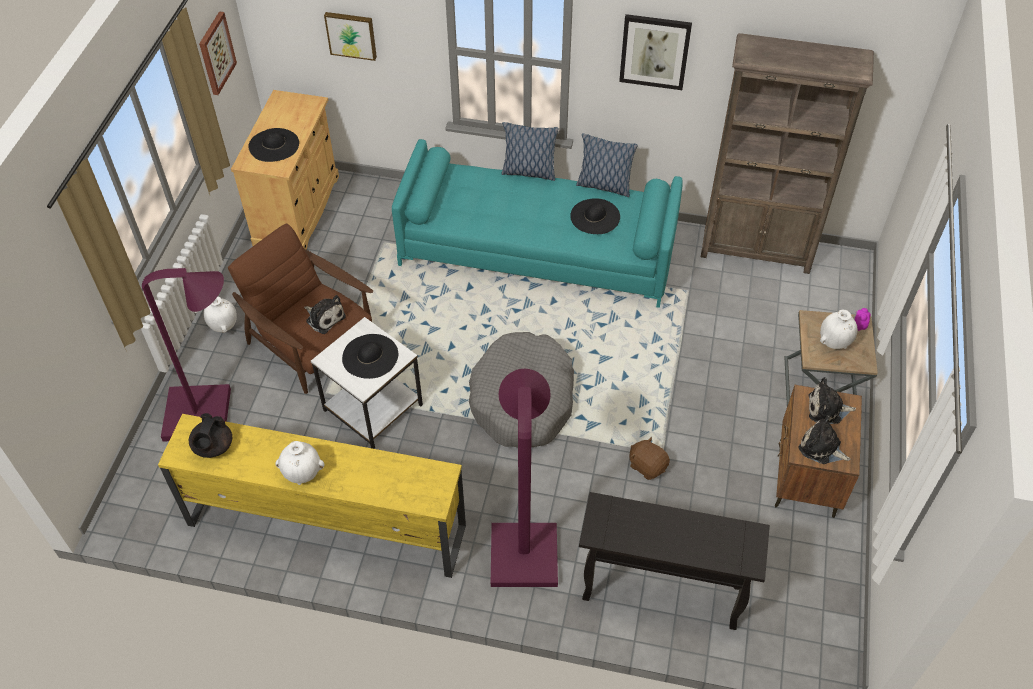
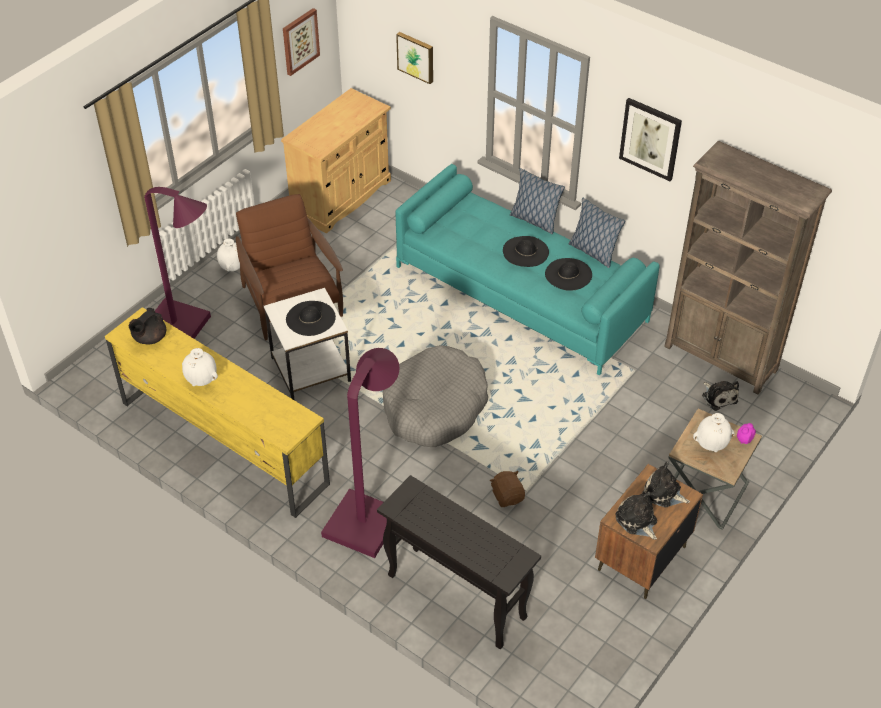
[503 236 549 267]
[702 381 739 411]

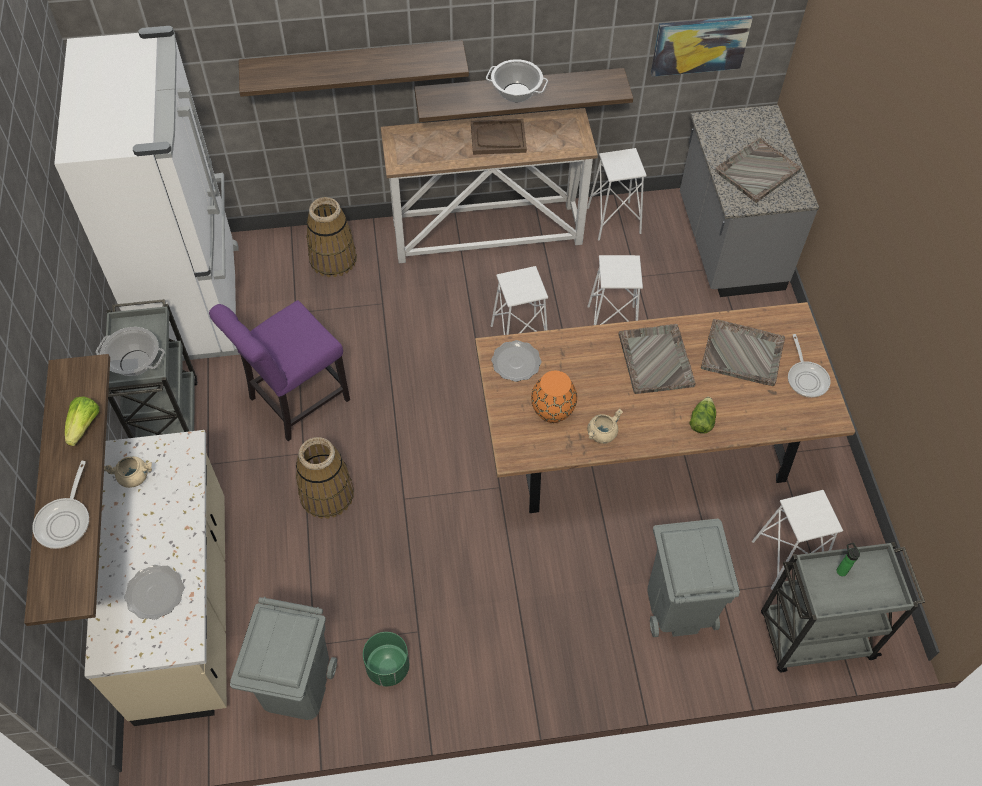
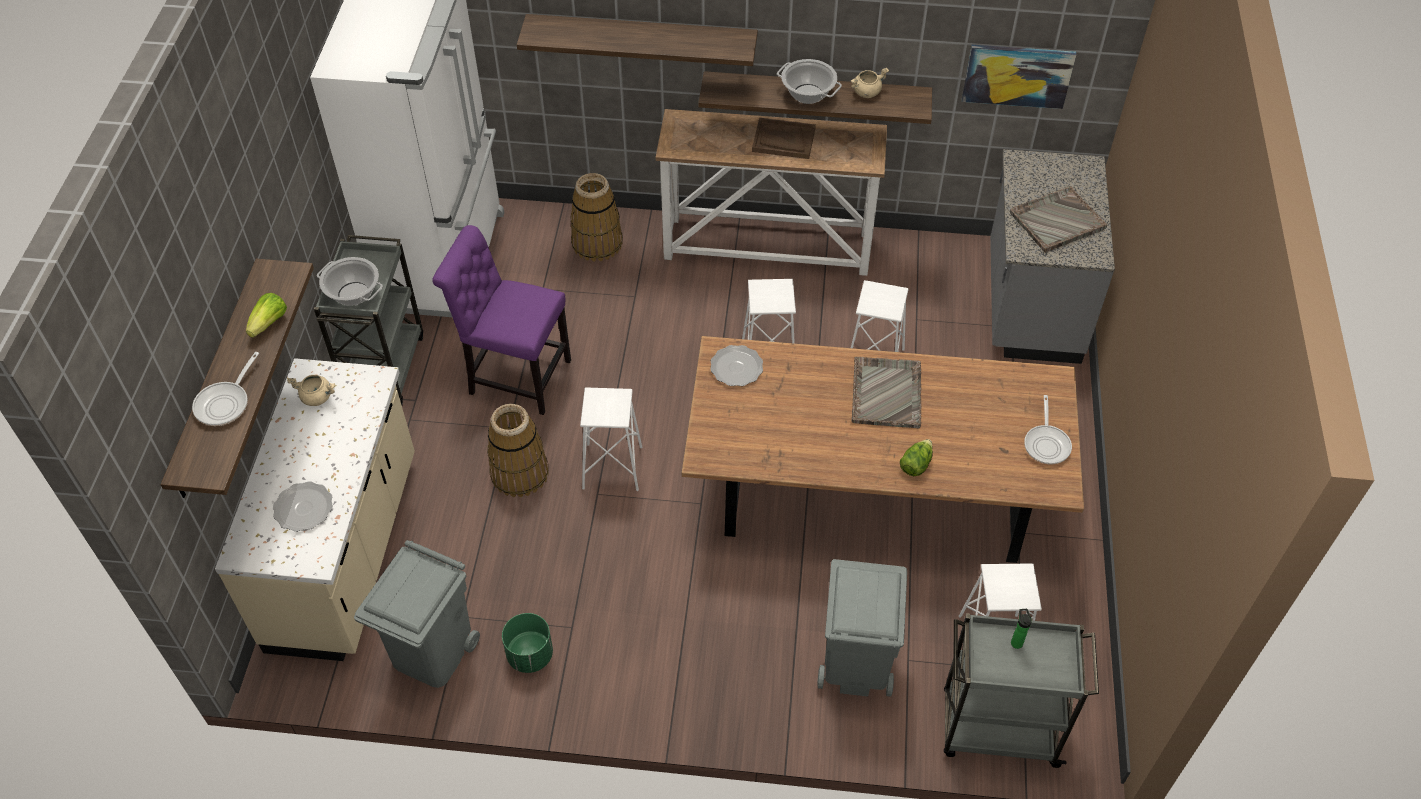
[432 225 571 415]
[580 387 642 491]
[851 67 889 98]
[531 371 577 423] (first image)
[701 319 785 386] (first image)

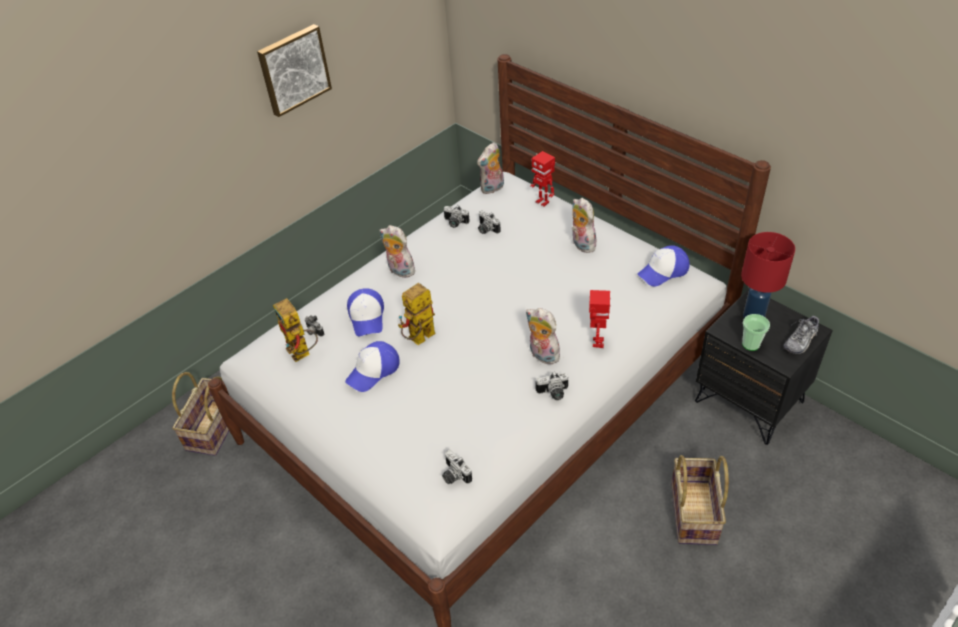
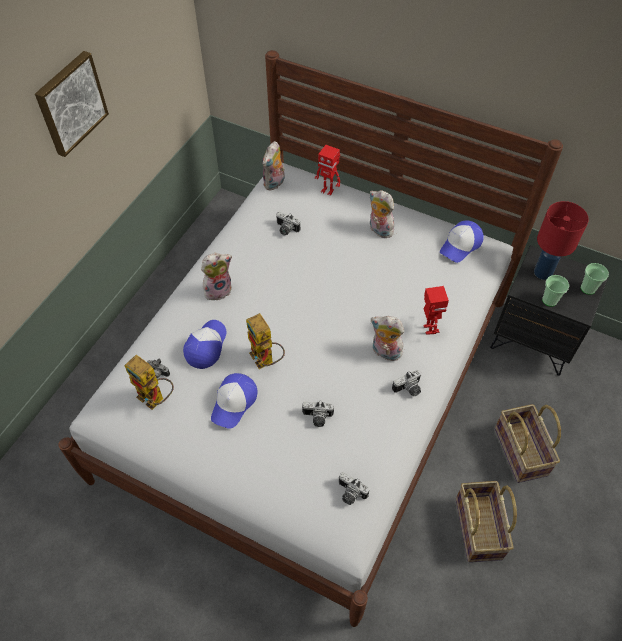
[183 320 226 369]
[201 253 232 300]
[246 313 285 369]
[302 400 334 427]
[456 481 517 562]
[581 263 609 295]

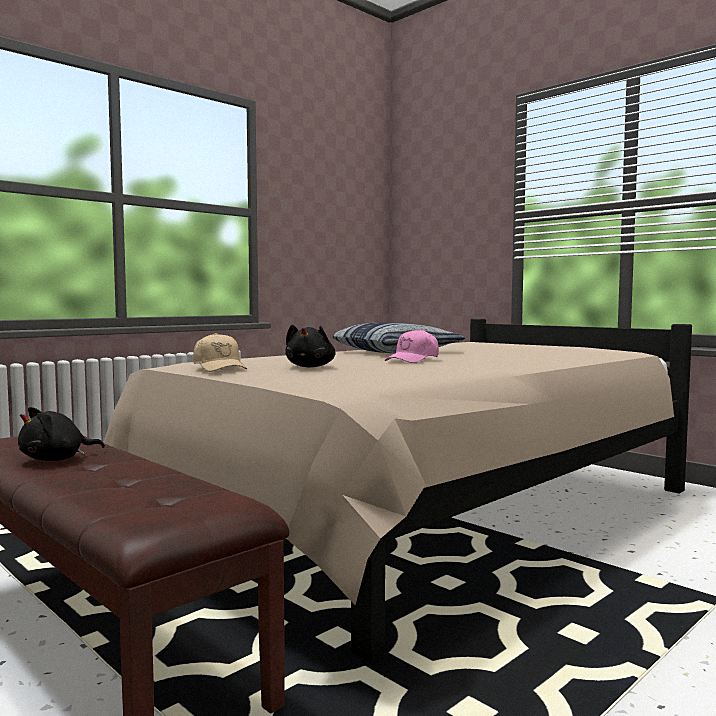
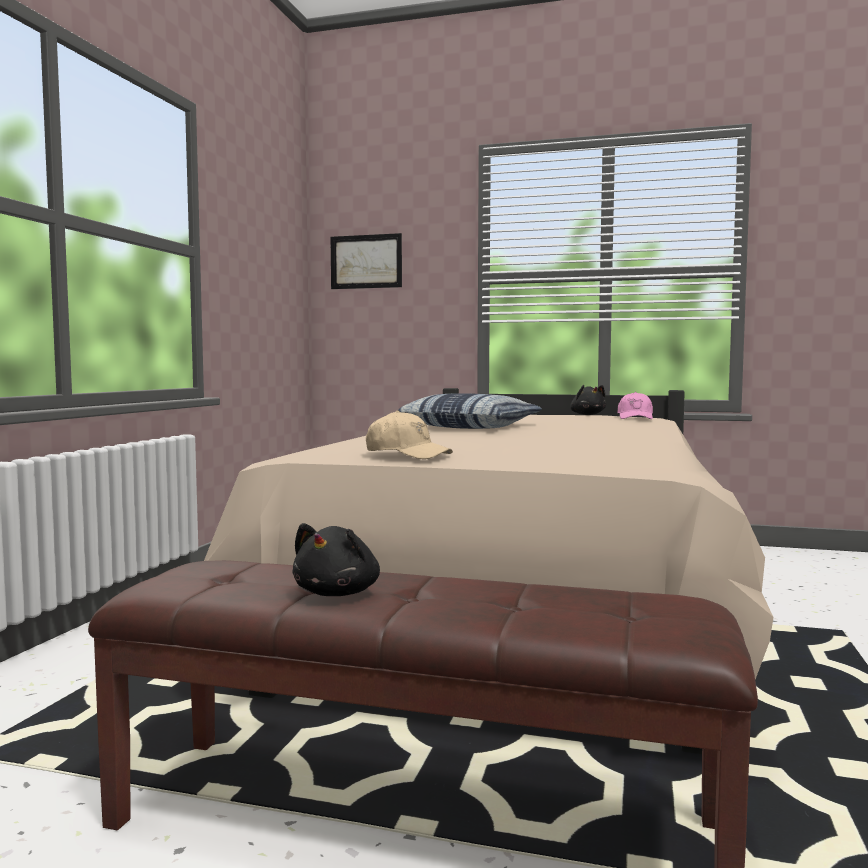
[331 233 402 289]
[570 385 606 415]
[617 392 653 419]

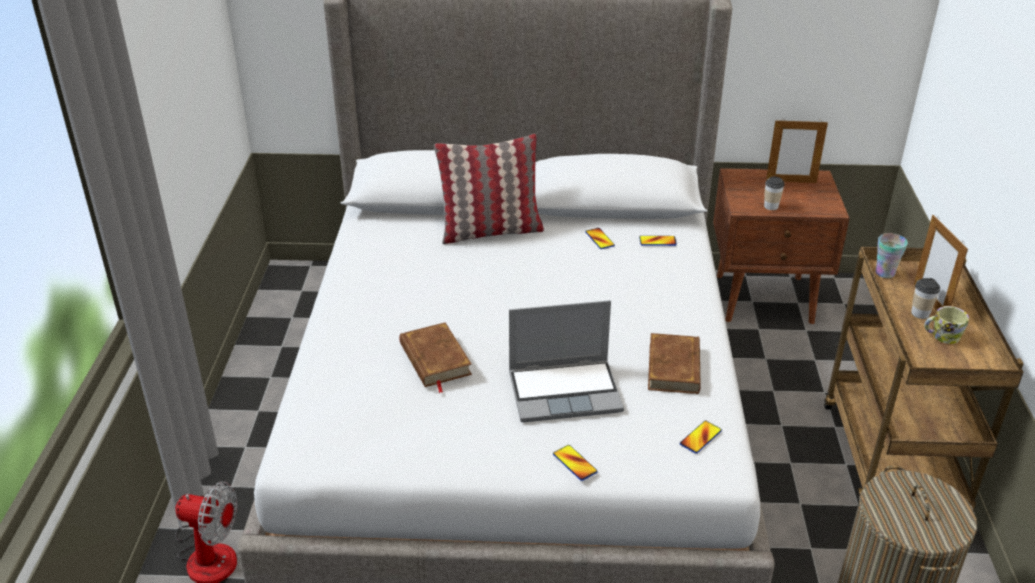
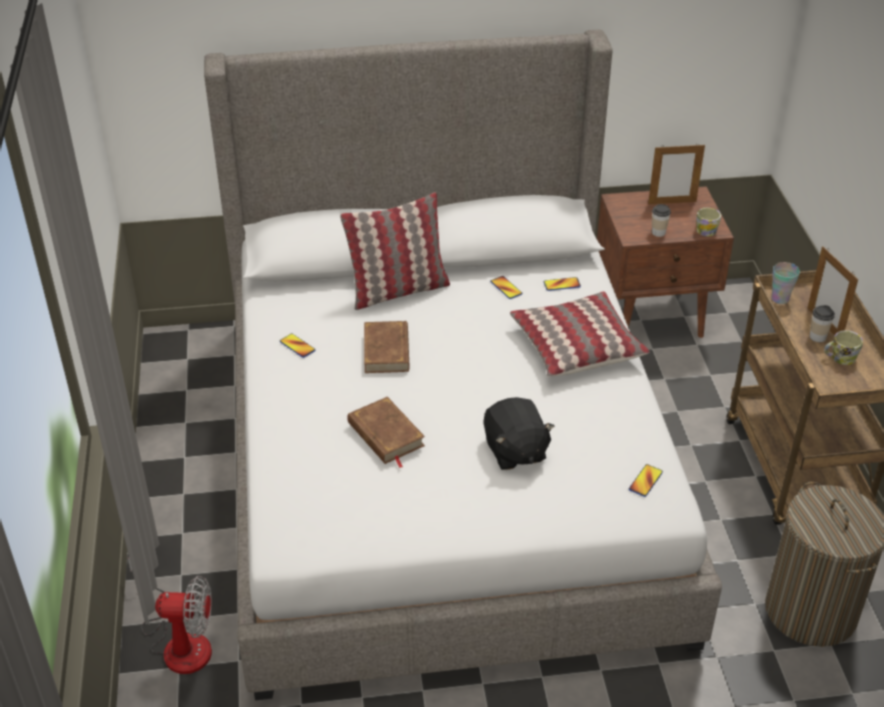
[280 333 315 358]
[364 321 409 373]
[483 397 555 470]
[510 291 649 377]
[696 208 721 236]

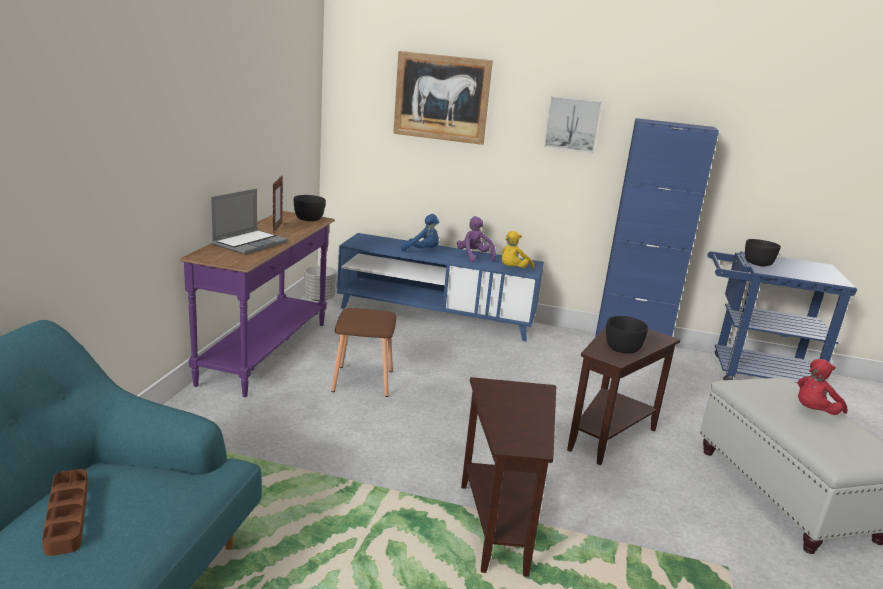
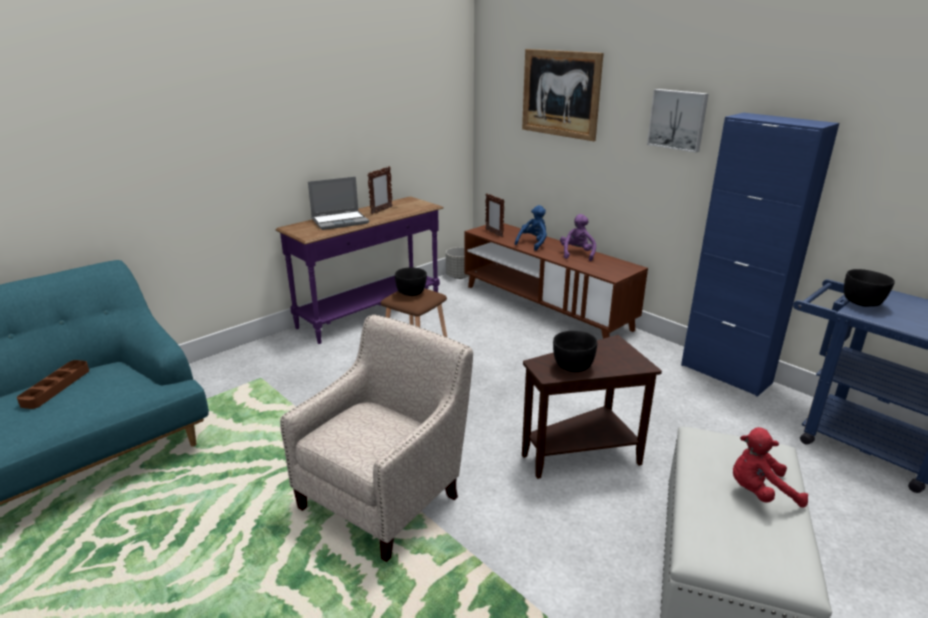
[280 314 473 562]
[395 267 427 296]
[464 223 648 339]
[486 193 505 238]
[515 205 547 251]
[501 231 534 269] (first image)

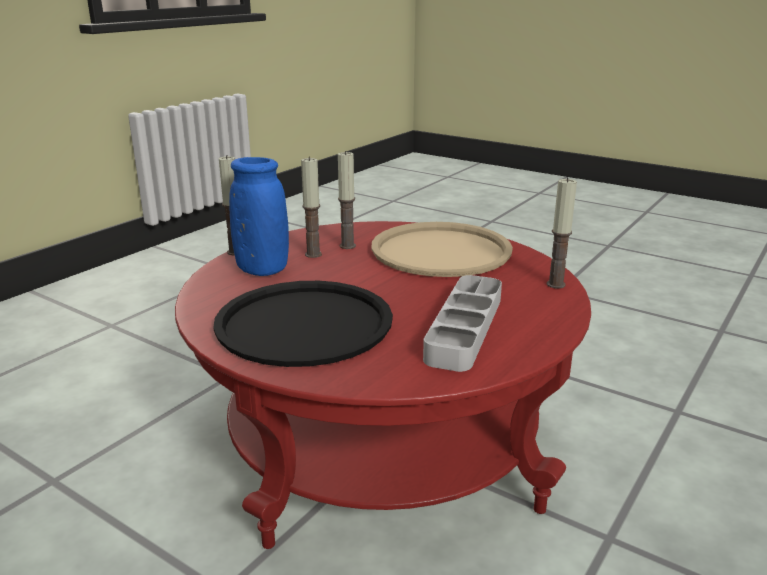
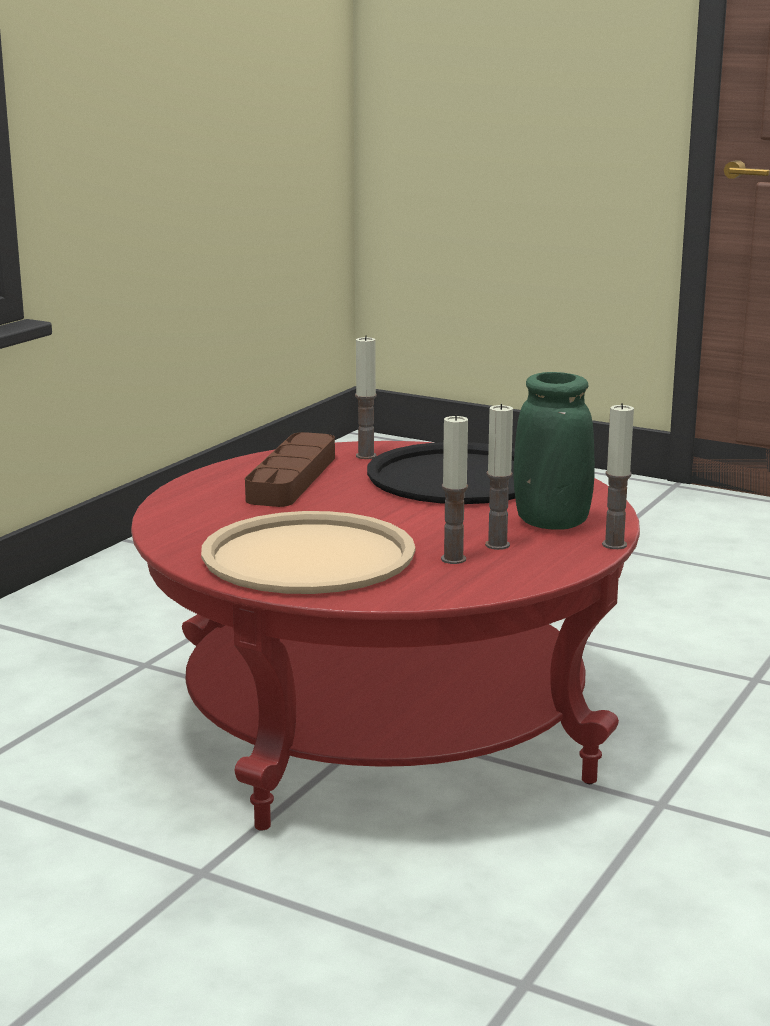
[245 432 335 507]
[355 335 377 459]
[513 372 595 530]

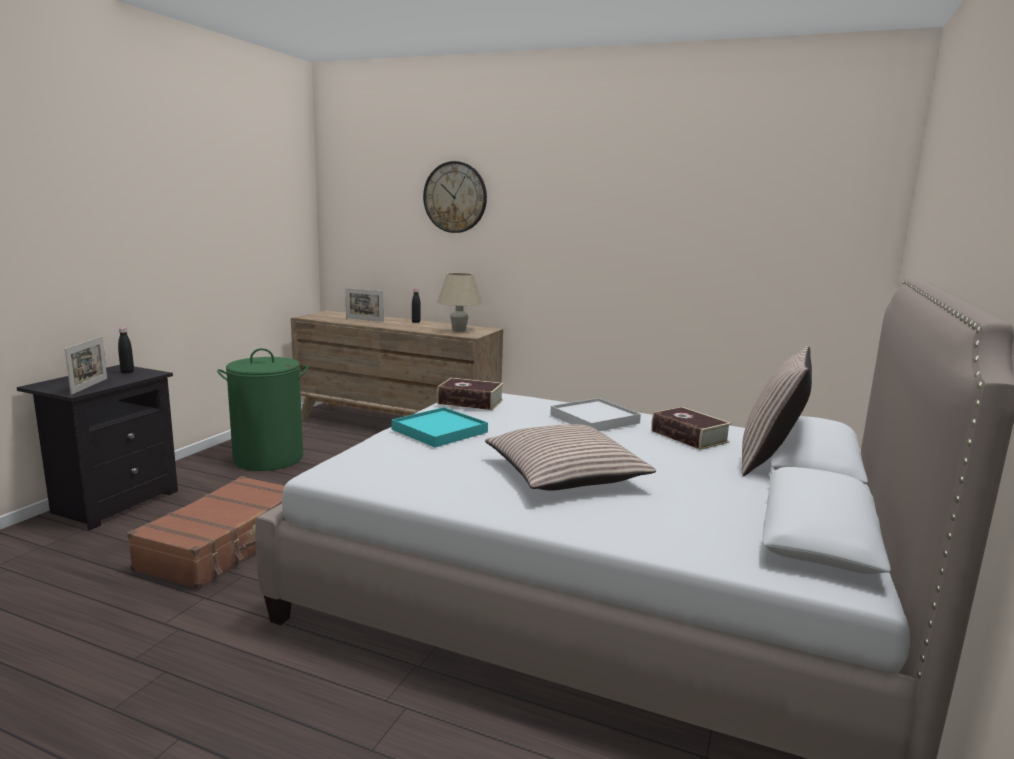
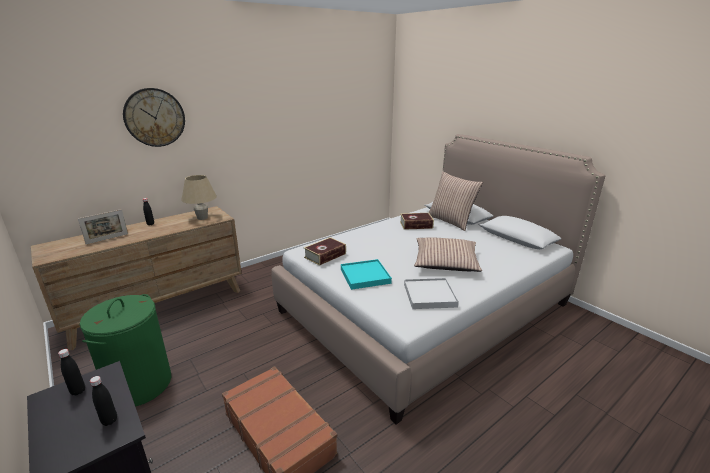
[90 376 117 426]
[404 278 459 309]

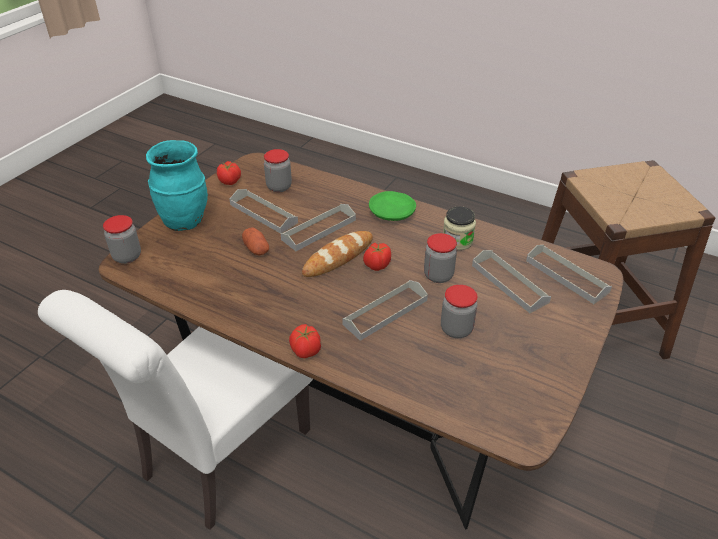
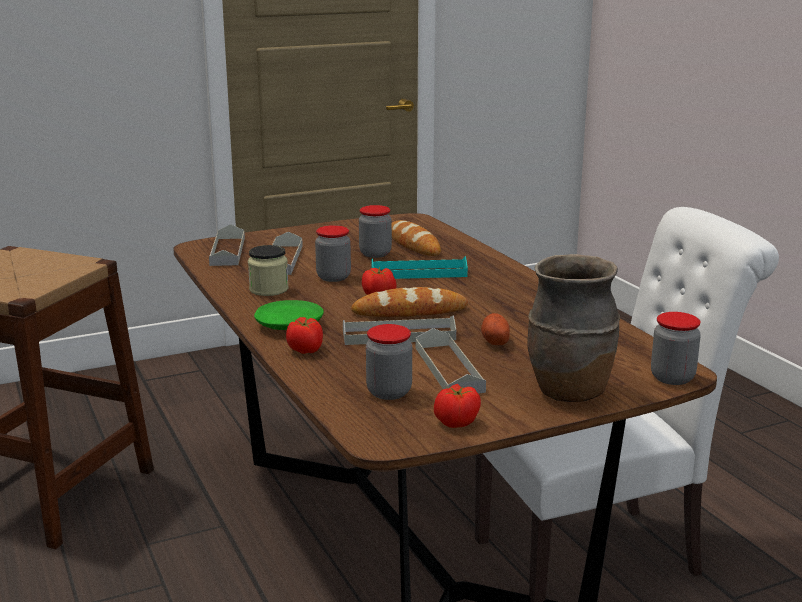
[286 317 323 354]
[371 256 468 279]
[392 220 441 256]
[527 254 620 402]

